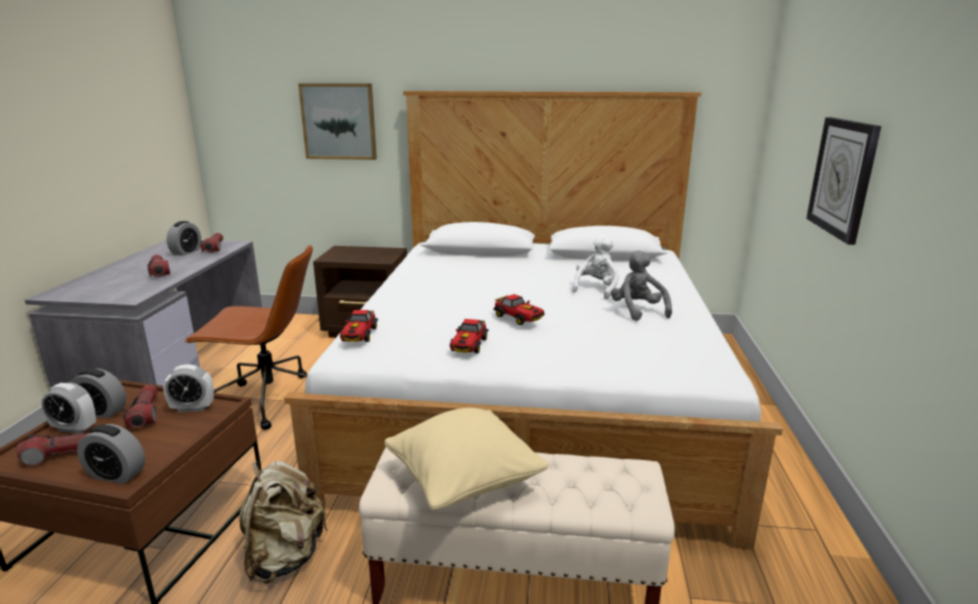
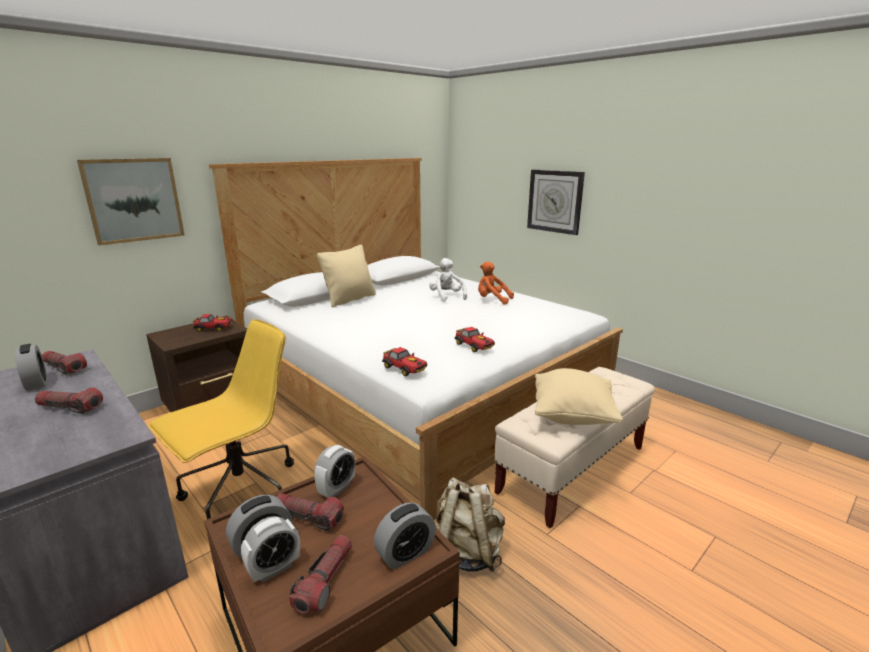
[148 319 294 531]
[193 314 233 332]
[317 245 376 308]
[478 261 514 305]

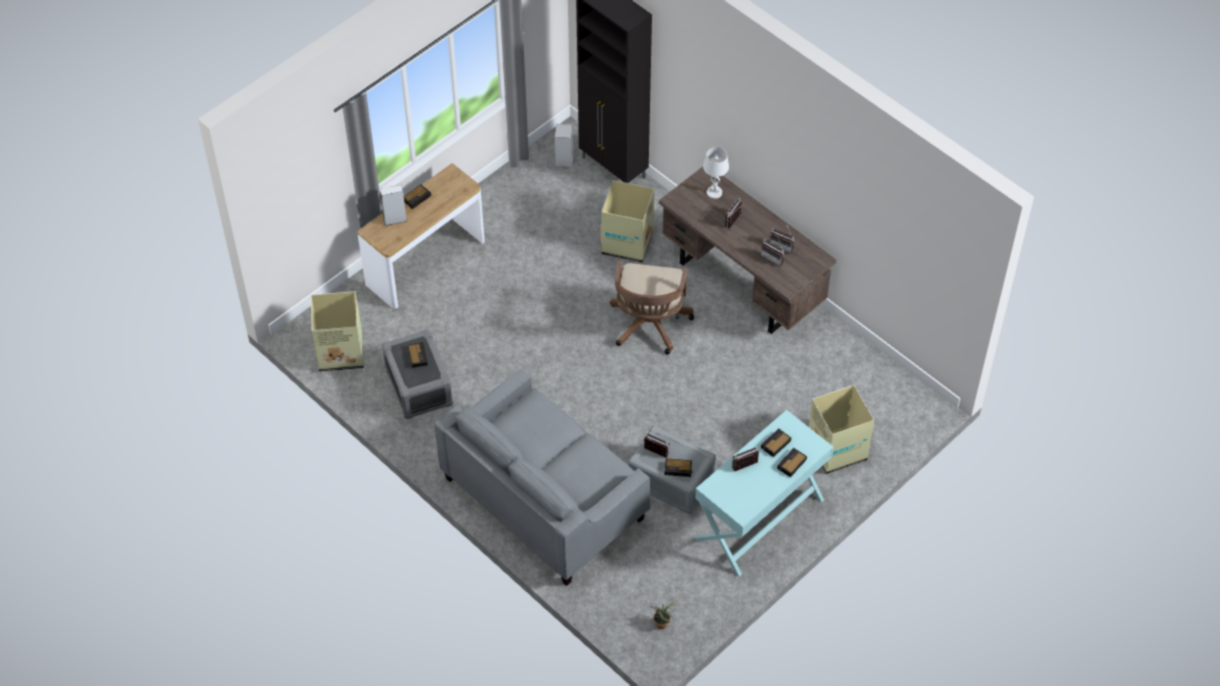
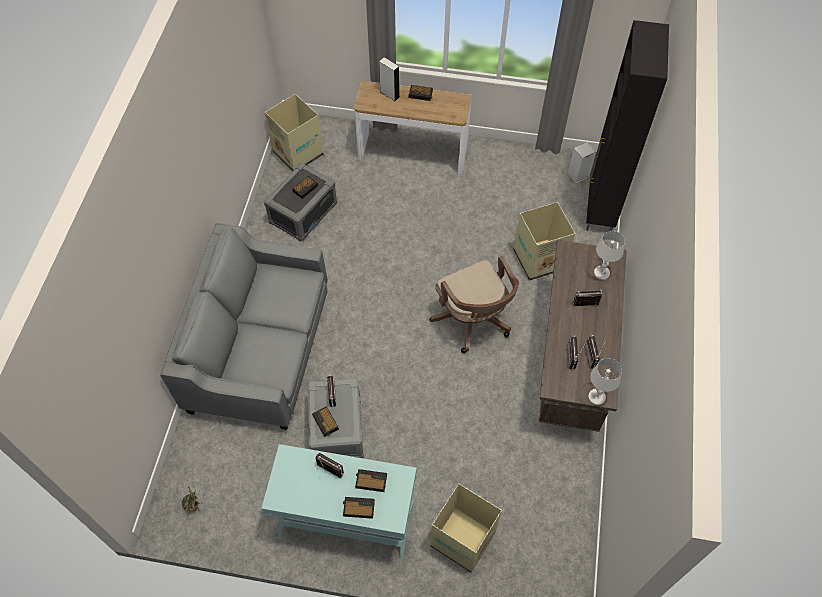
[430 256 519 353]
[588 358 622 405]

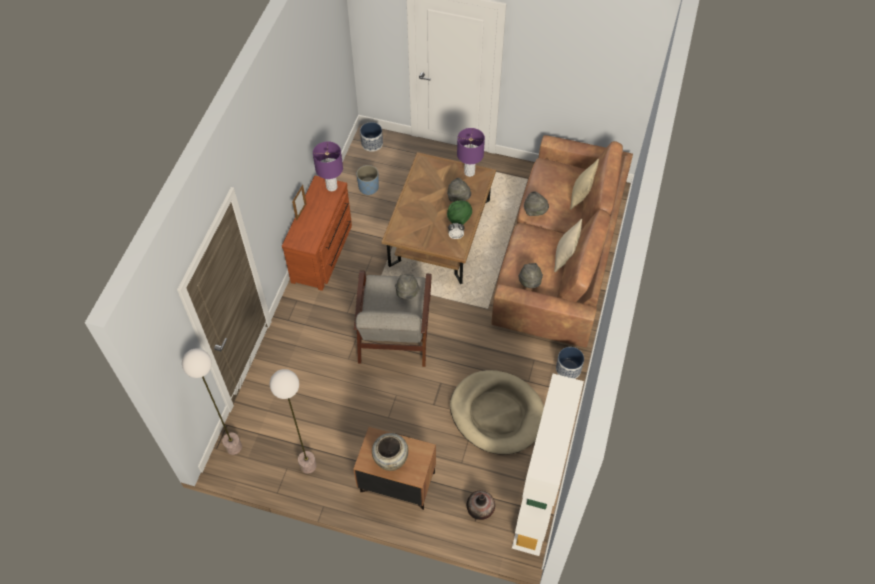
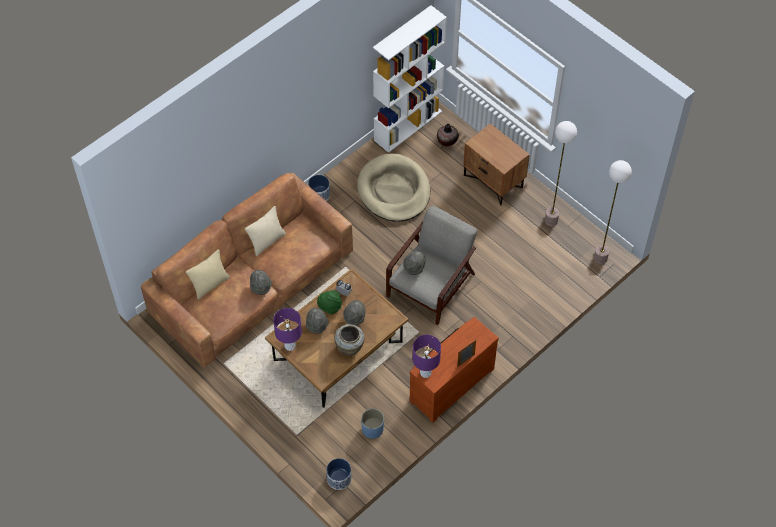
[335 324 365 356]
[343 300 366 325]

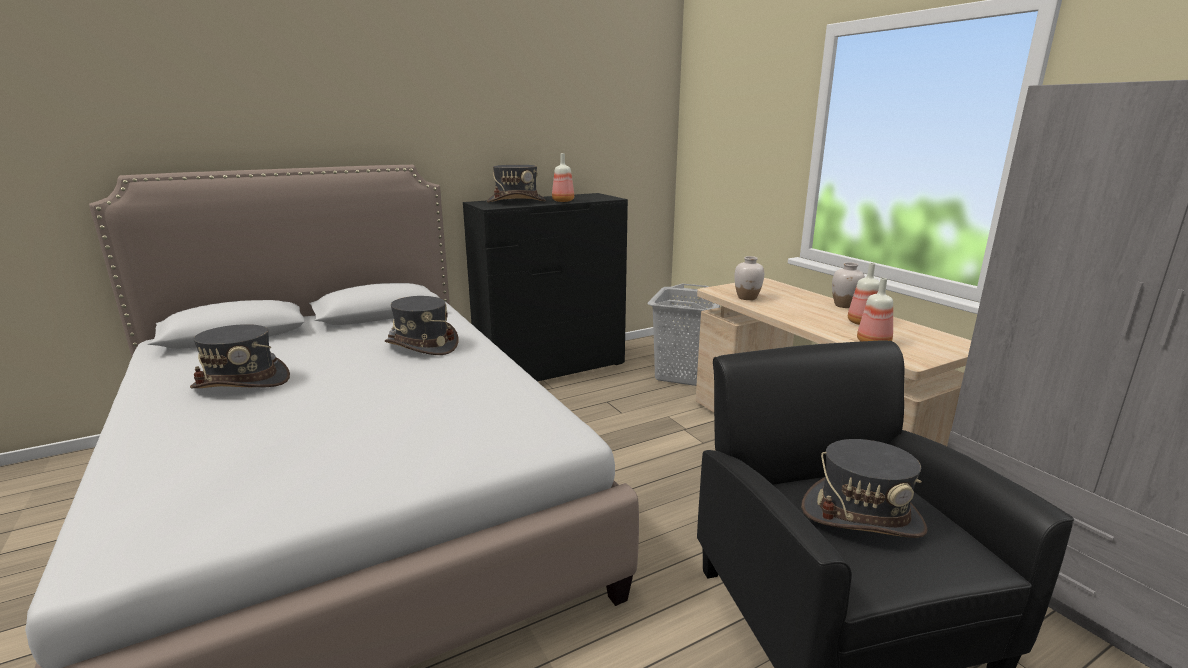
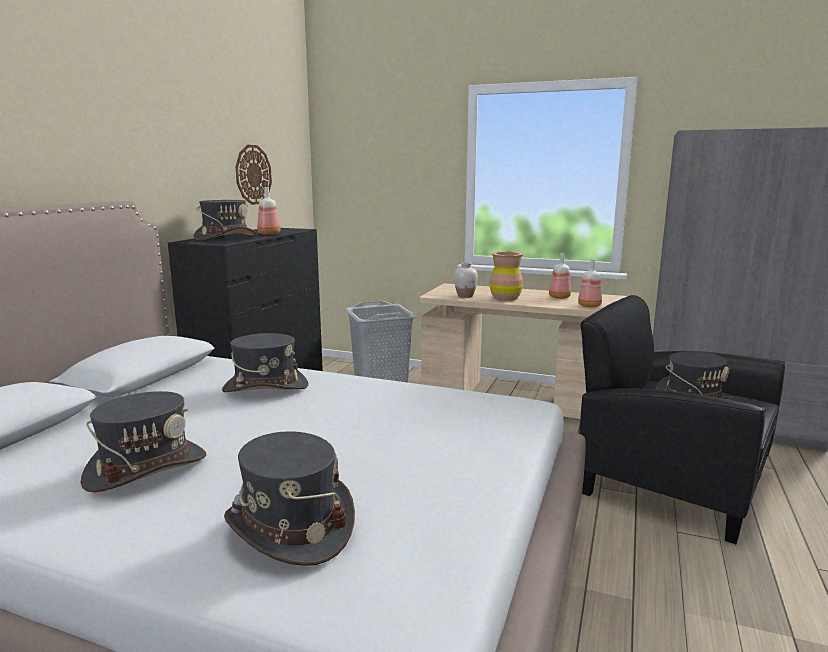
[224 431 355 566]
[236 145 272 205]
[489 251 524 301]
[832 262 865 308] (first image)

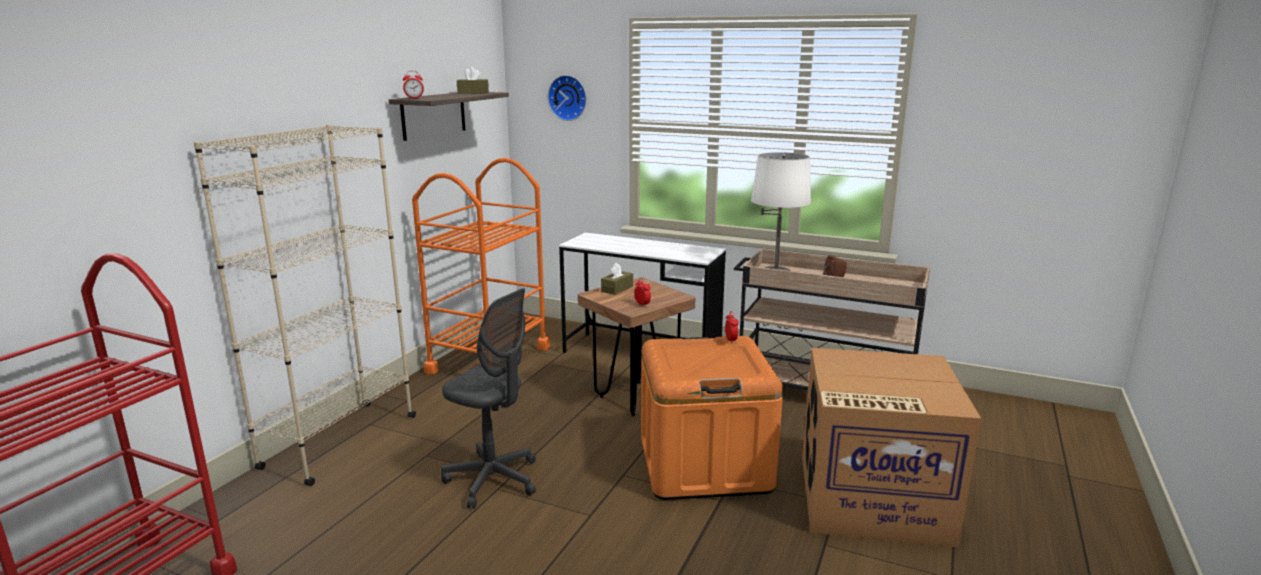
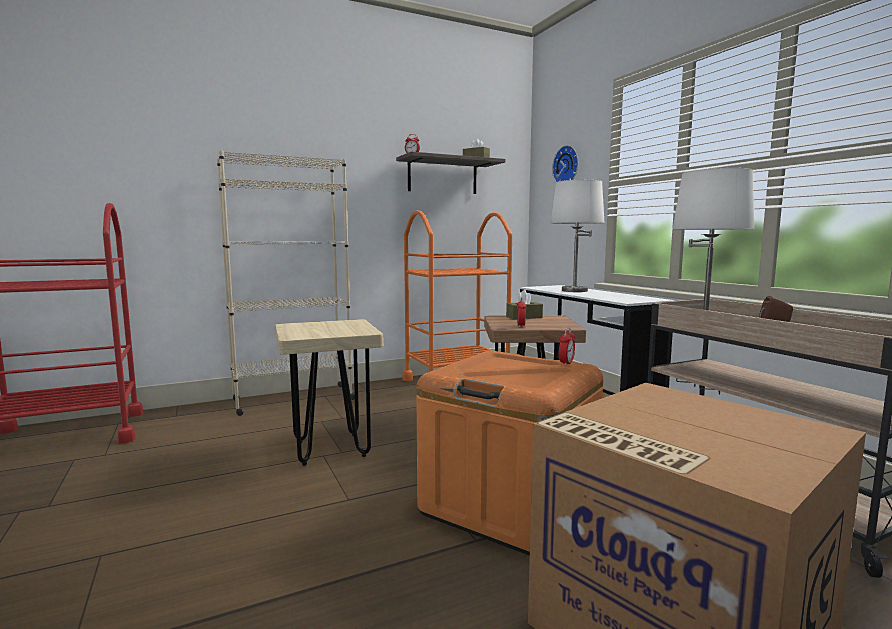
[275 319 383 466]
[551 180 605 292]

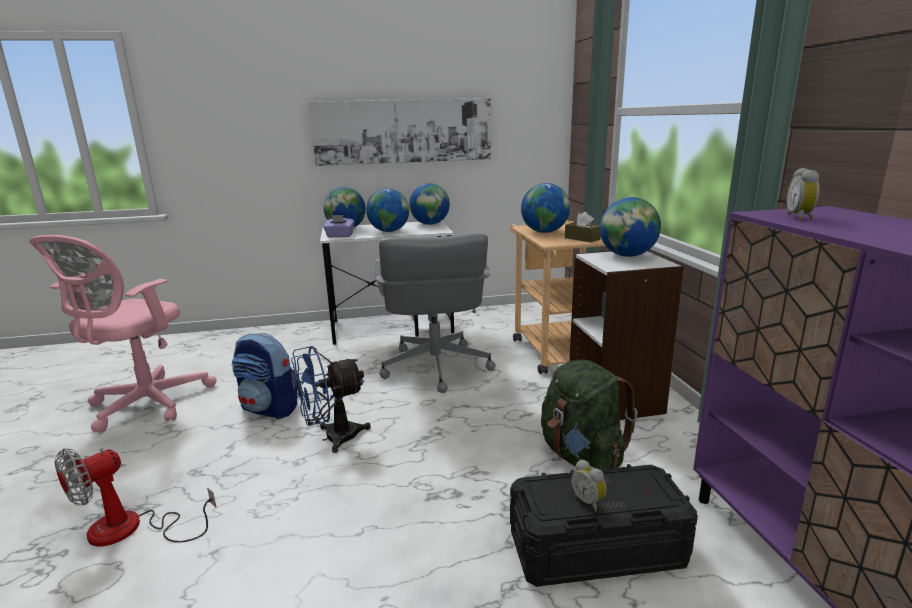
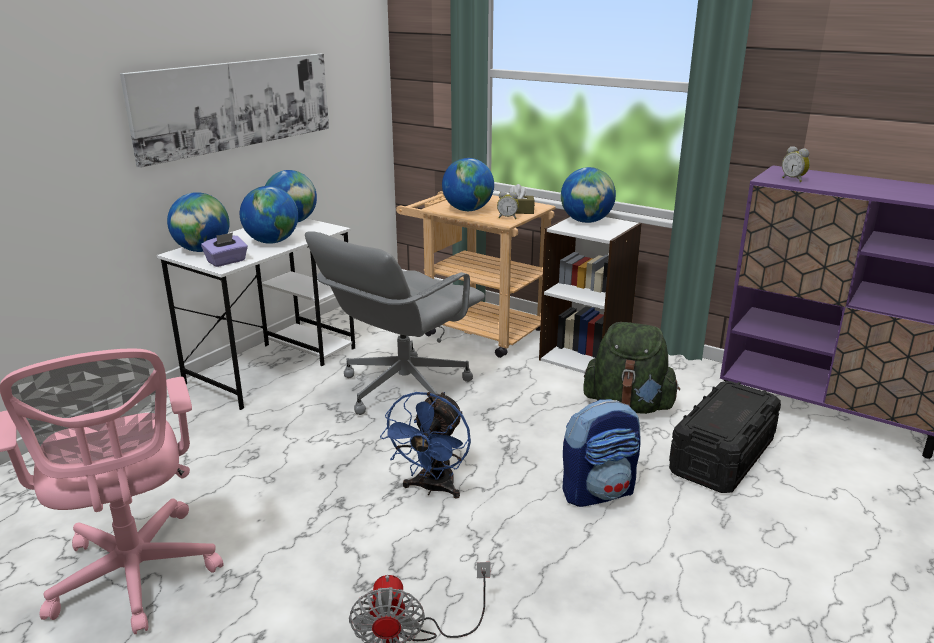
[305 231 485 415]
[497 191 519 219]
[562 399 641 507]

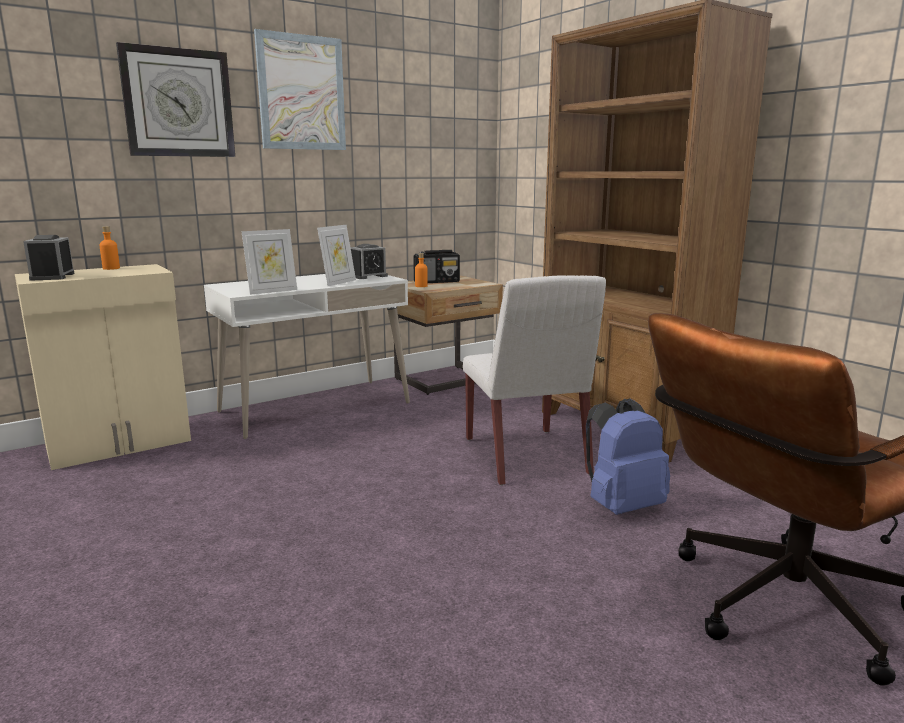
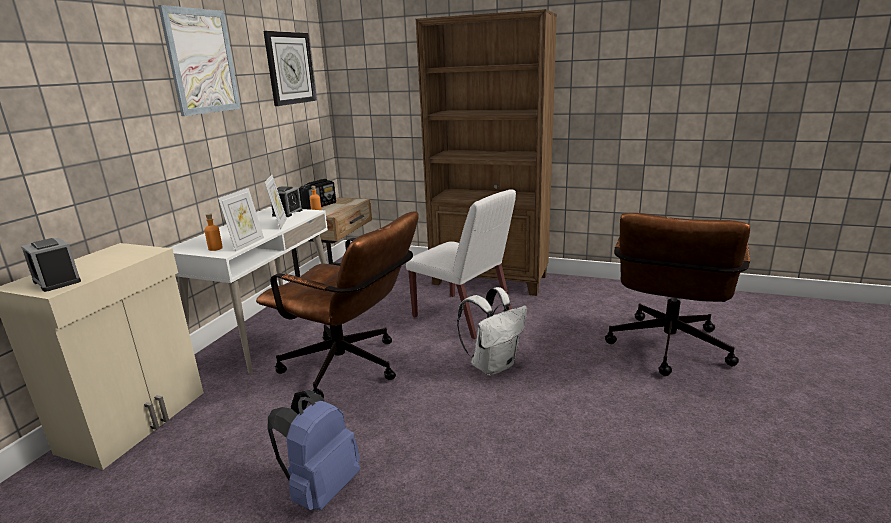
[204 214 223 251]
[256 211 419 399]
[263 31 317 106]
[268 390 360 510]
[457 287 527 376]

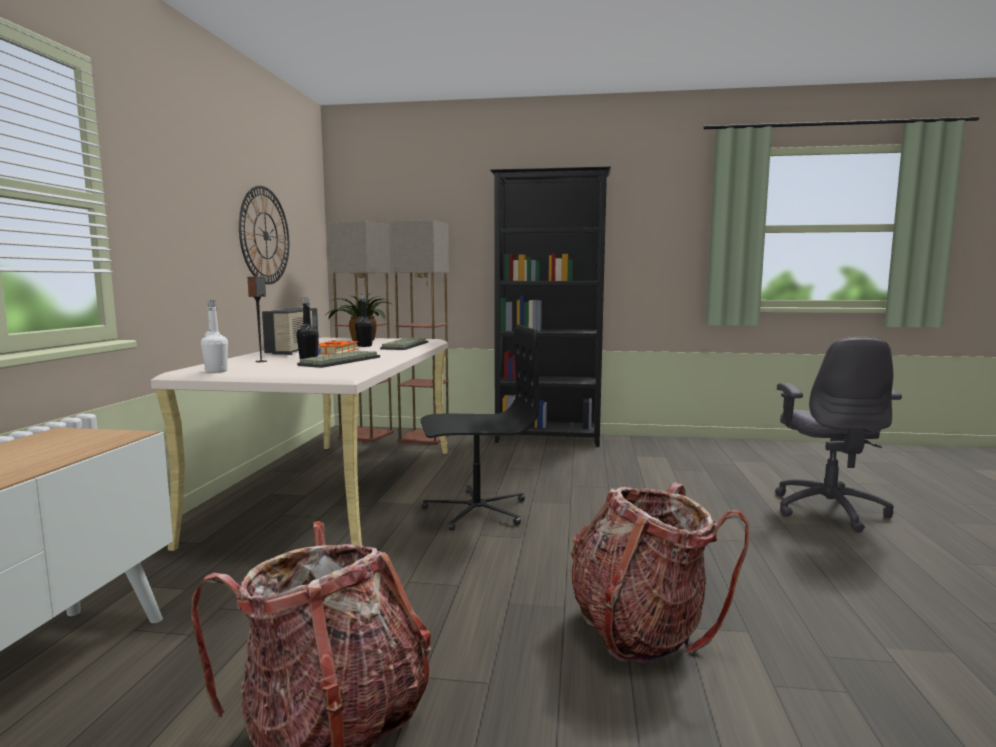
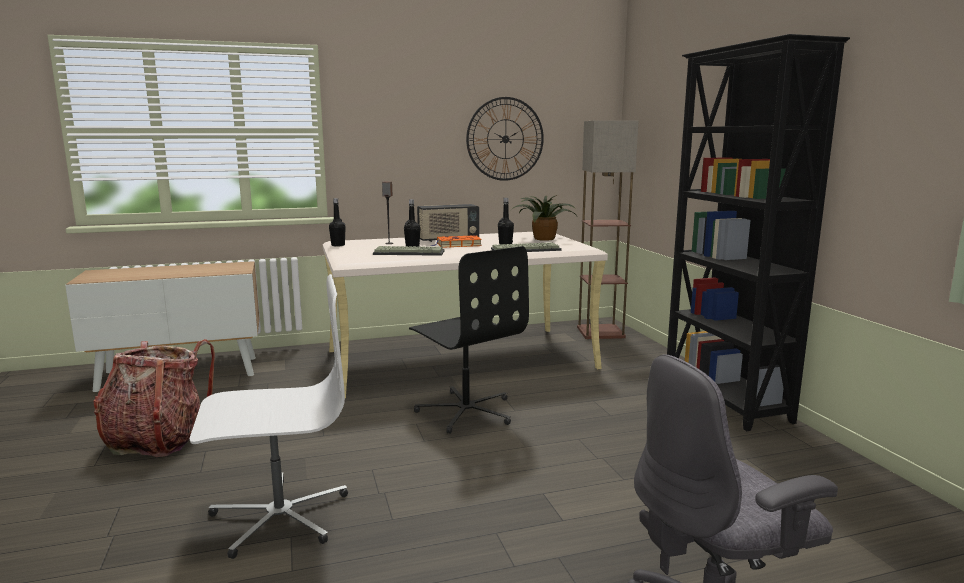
[190 274 348 559]
[329 198 346 247]
[391 220 450 445] (first image)

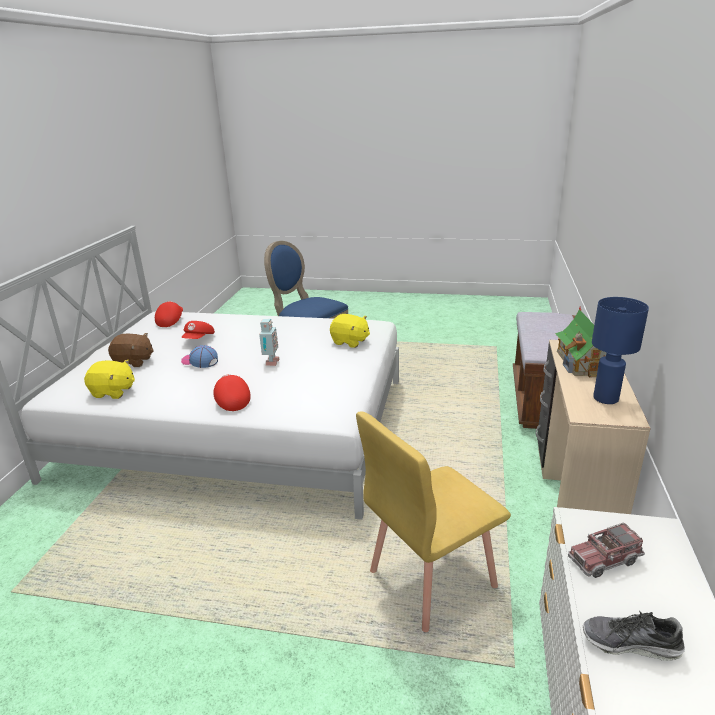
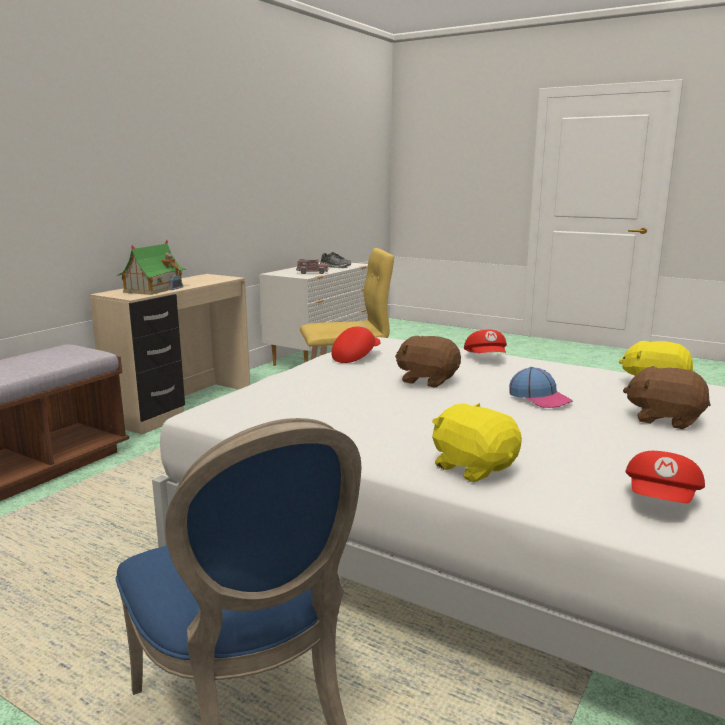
[332 326 381 363]
[395 336 461 388]
[432 403 522 482]
[592 297 649 404] (first image)

